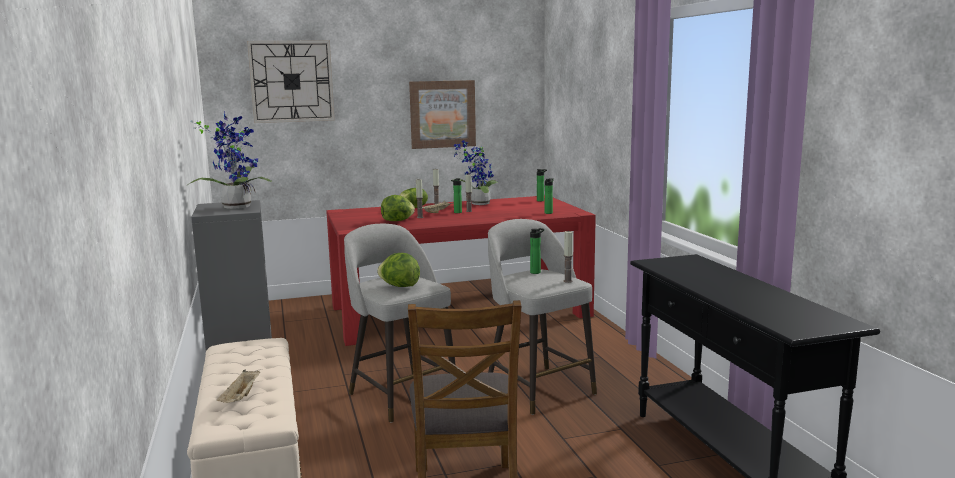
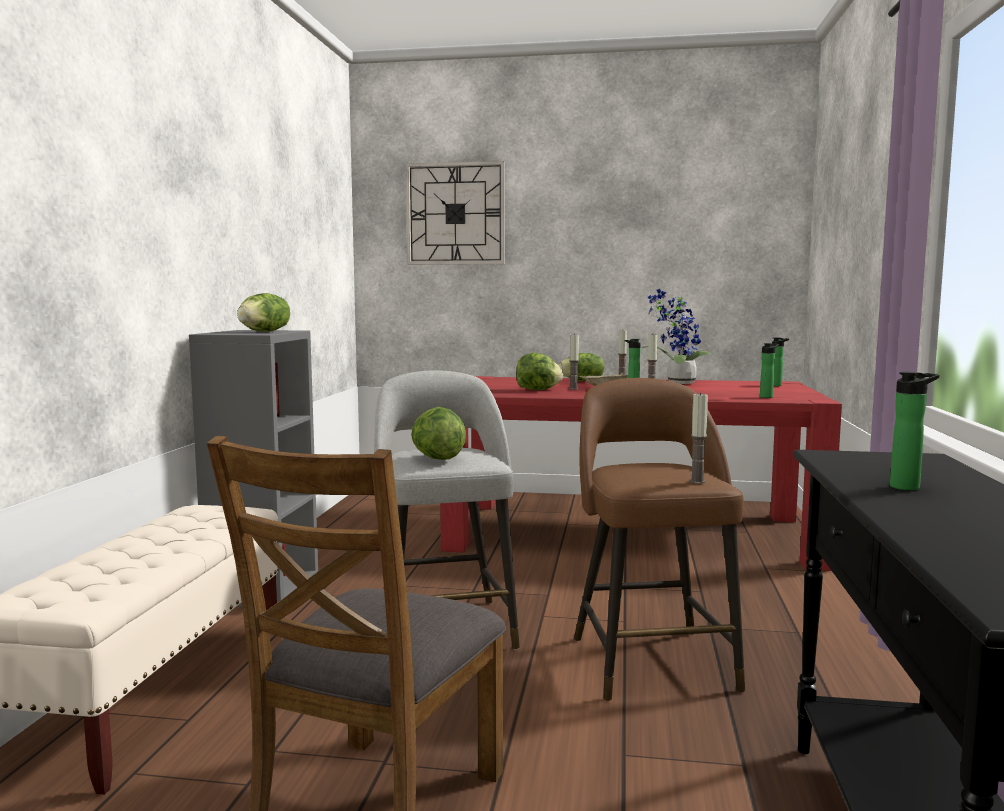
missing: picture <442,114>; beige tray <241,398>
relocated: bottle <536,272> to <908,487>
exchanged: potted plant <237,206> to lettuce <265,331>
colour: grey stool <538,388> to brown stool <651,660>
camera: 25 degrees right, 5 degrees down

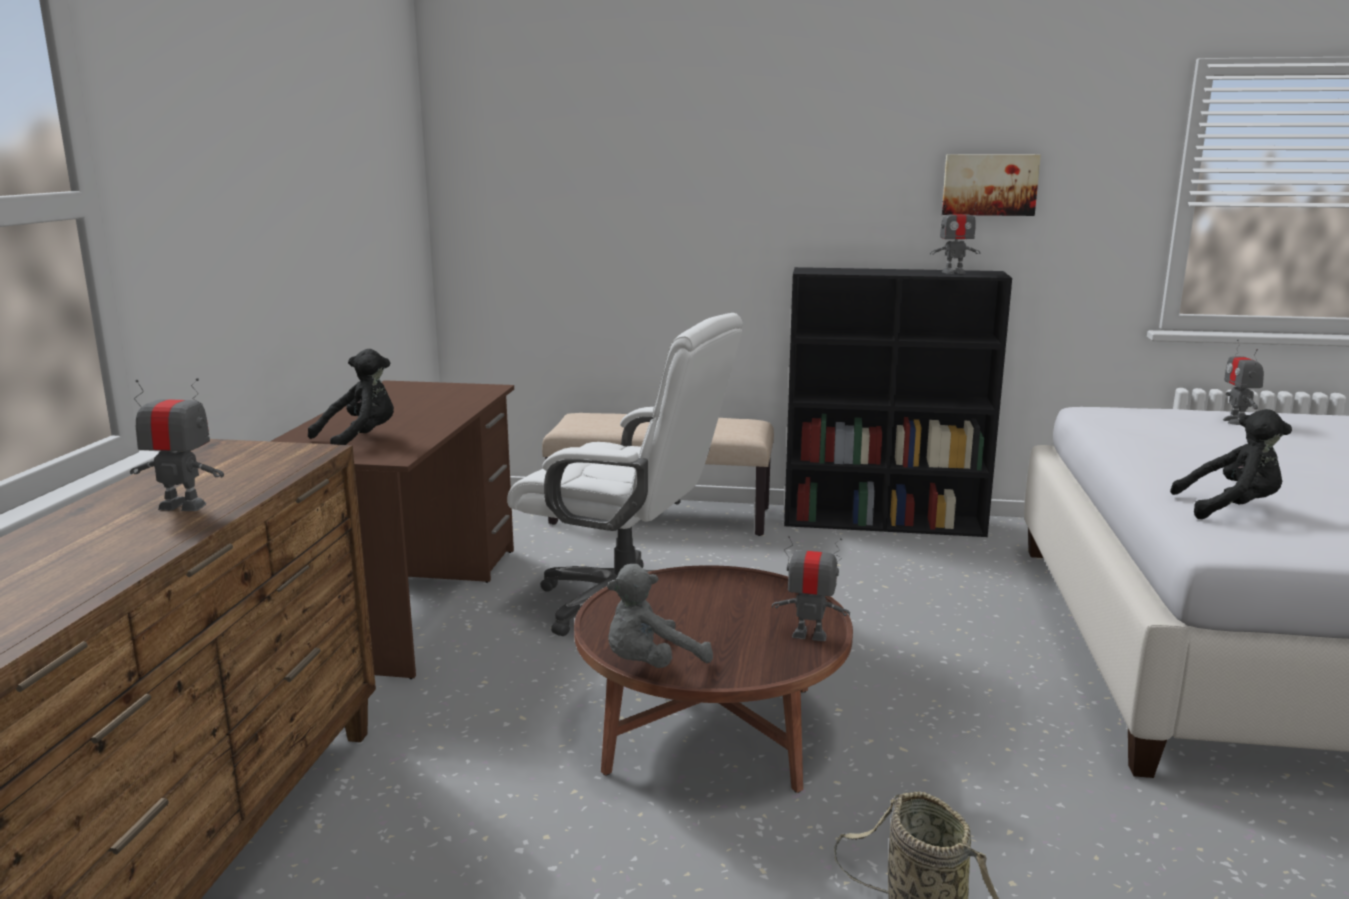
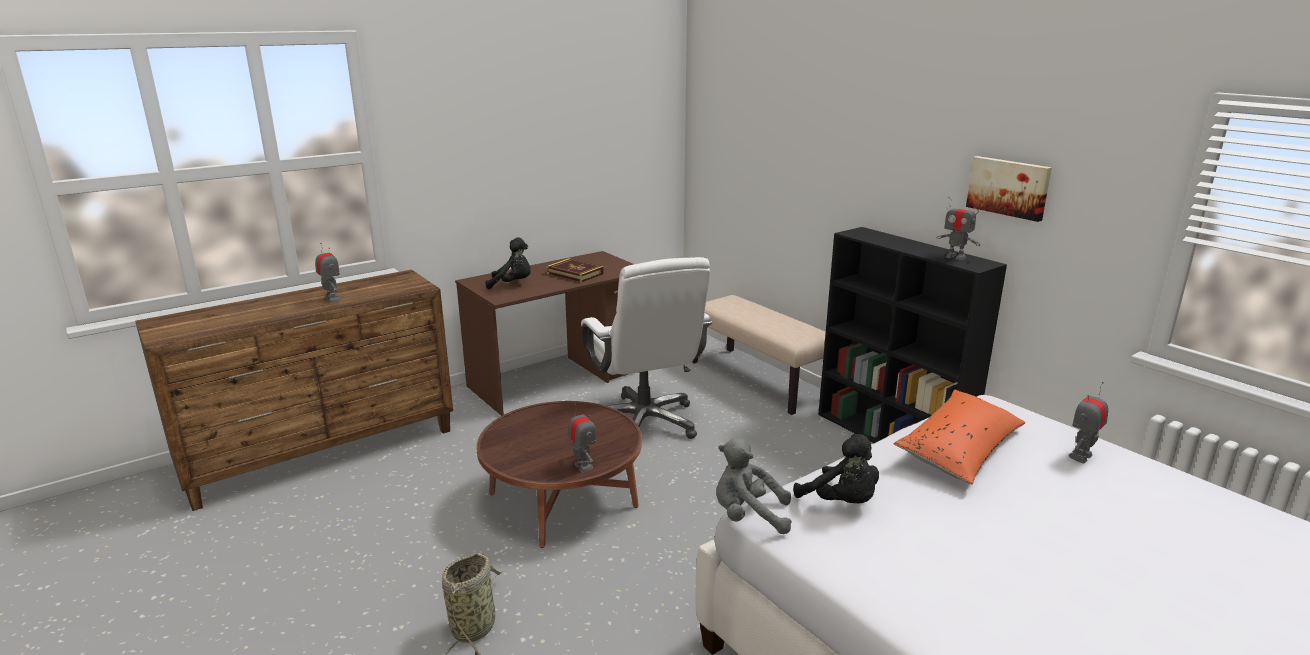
appeared: book <575,273>; orange pillow <959,449>
relocated: grey plush toy <651,665> to <748,516>
camera: 45 degrees right, 5 degrees up

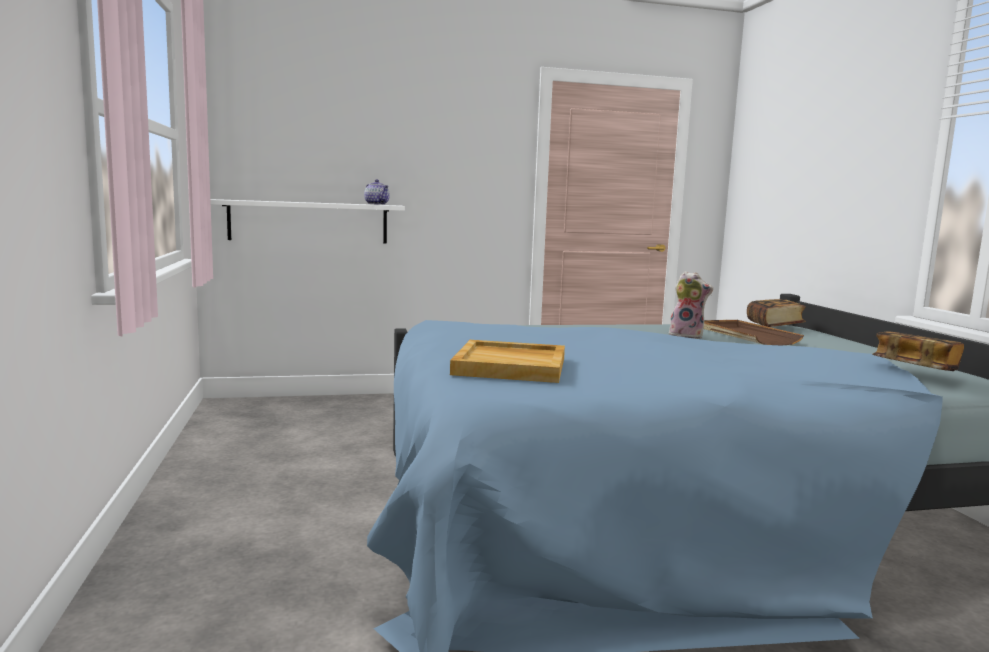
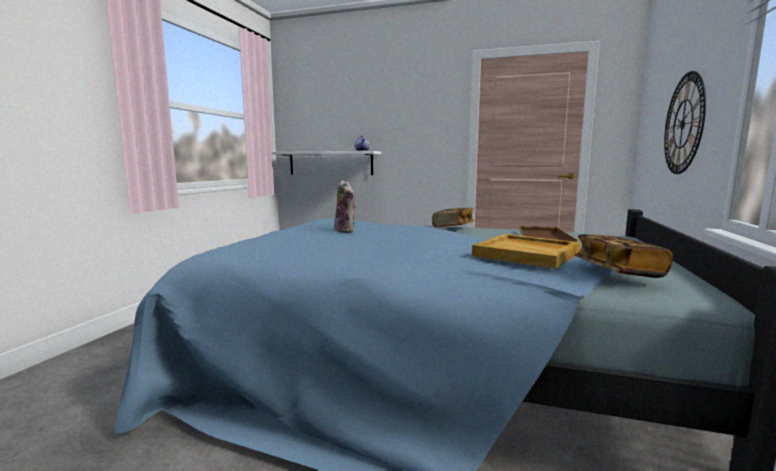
appeared: wall clock <683,124>
relocated: plush toy <687,336> to <346,230>; book <774,325> to <453,227>; beige tray <511,366> to <527,254>
camera: 30 degrees right, 0 degrees up

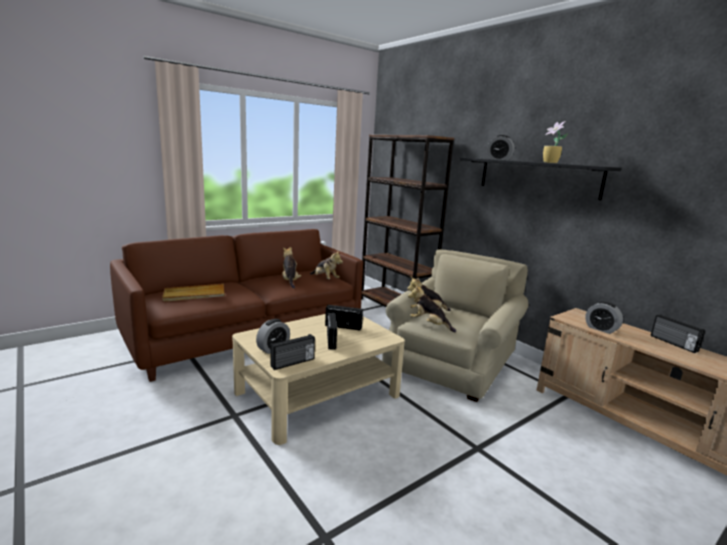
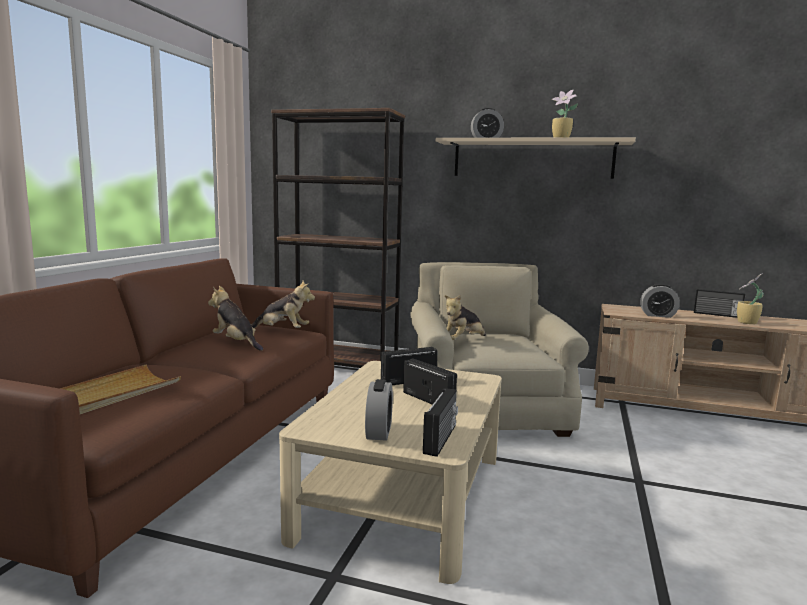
missing: plush toy <429,325>
appeared: potted plant <746,322>
colour: black shelf <537,177> to beige shelf <532,159>
camera: 35 degrees left, 5 degrees down

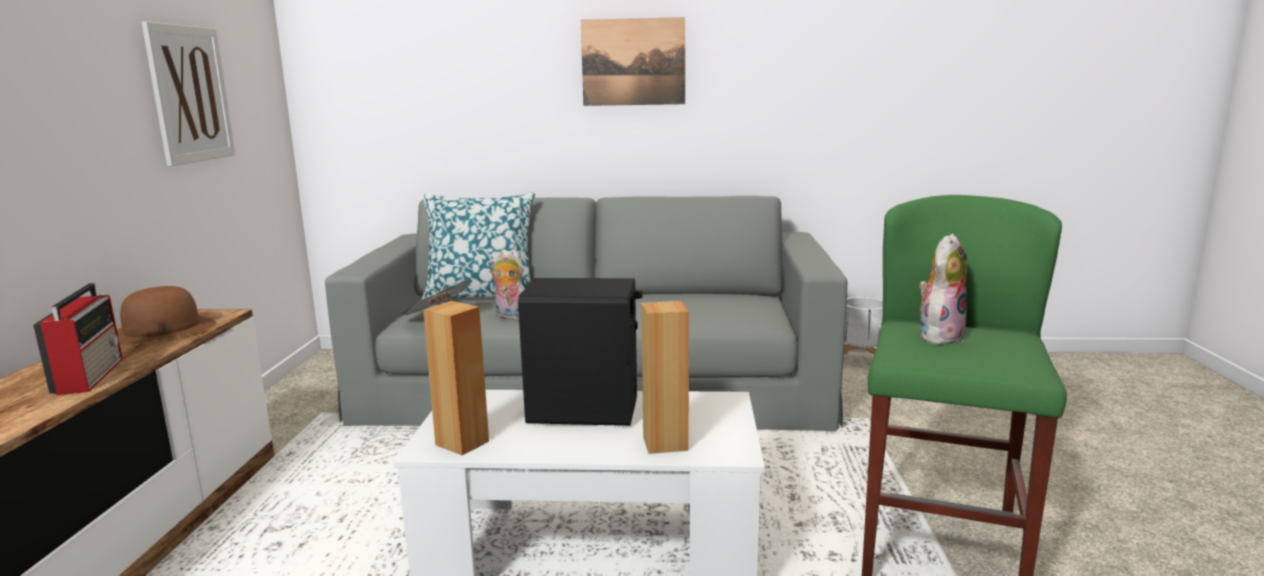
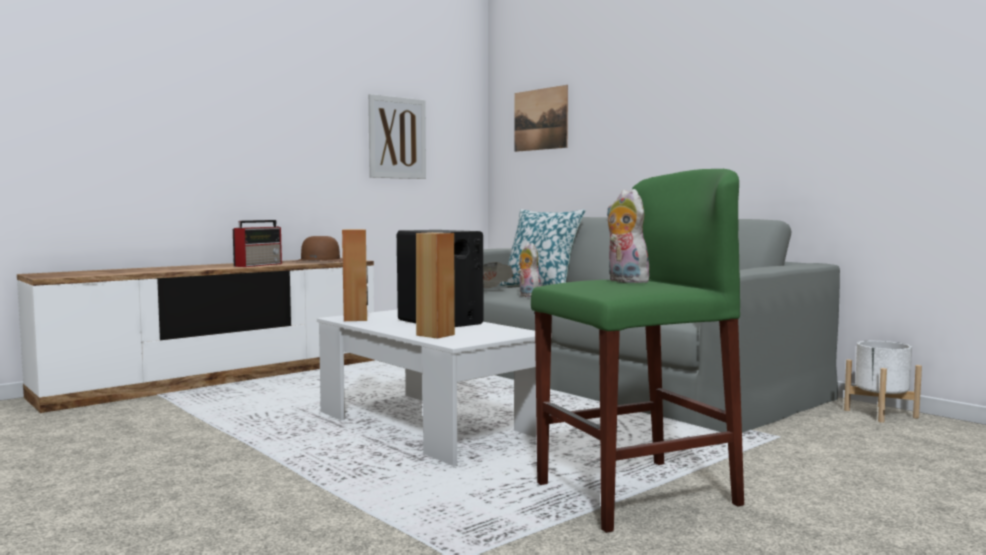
relocated: picture <633,62> to <540,119>
spun: plush toy <939,336> = <624,281> 120 degrees counterclockwise
camera: 45 degrees right, 10 degrees down

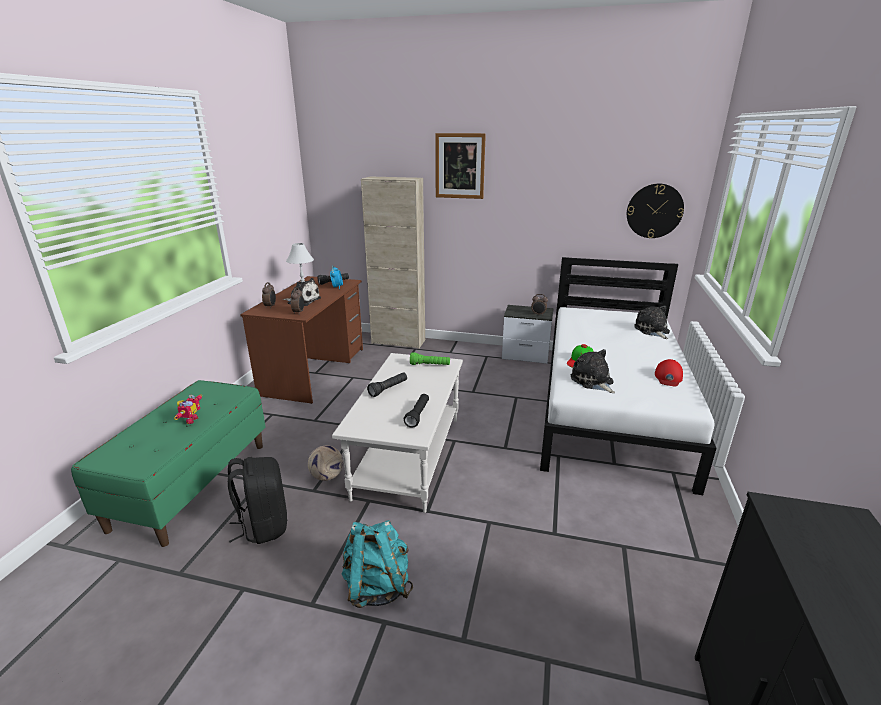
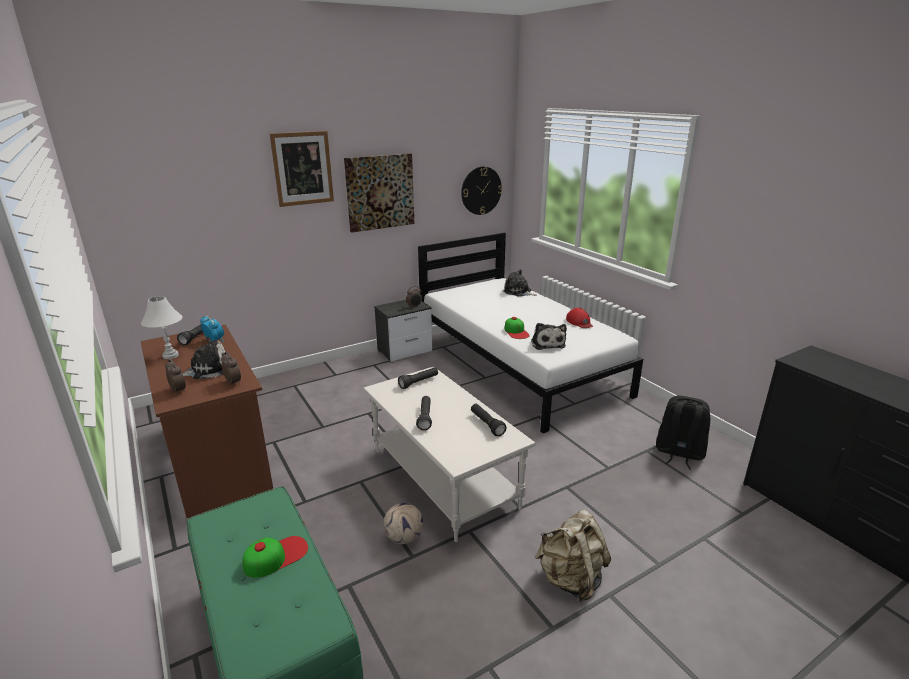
missing: beige cabinet <398,341>
appeared: picture <380,192>
relocated: black backpack <263,525> to <679,453>
exchanged: toy robot <189,420> to cap <276,556>
colour: green flashlight <430,365> to black flashlight <419,382>; turquoise backpack <377,586> to beige backpack <570,579>
spun: plush toy <593,381> = <547,343> 120 degrees counterclockwise
camera: 45 degrees left, 0 degrees up

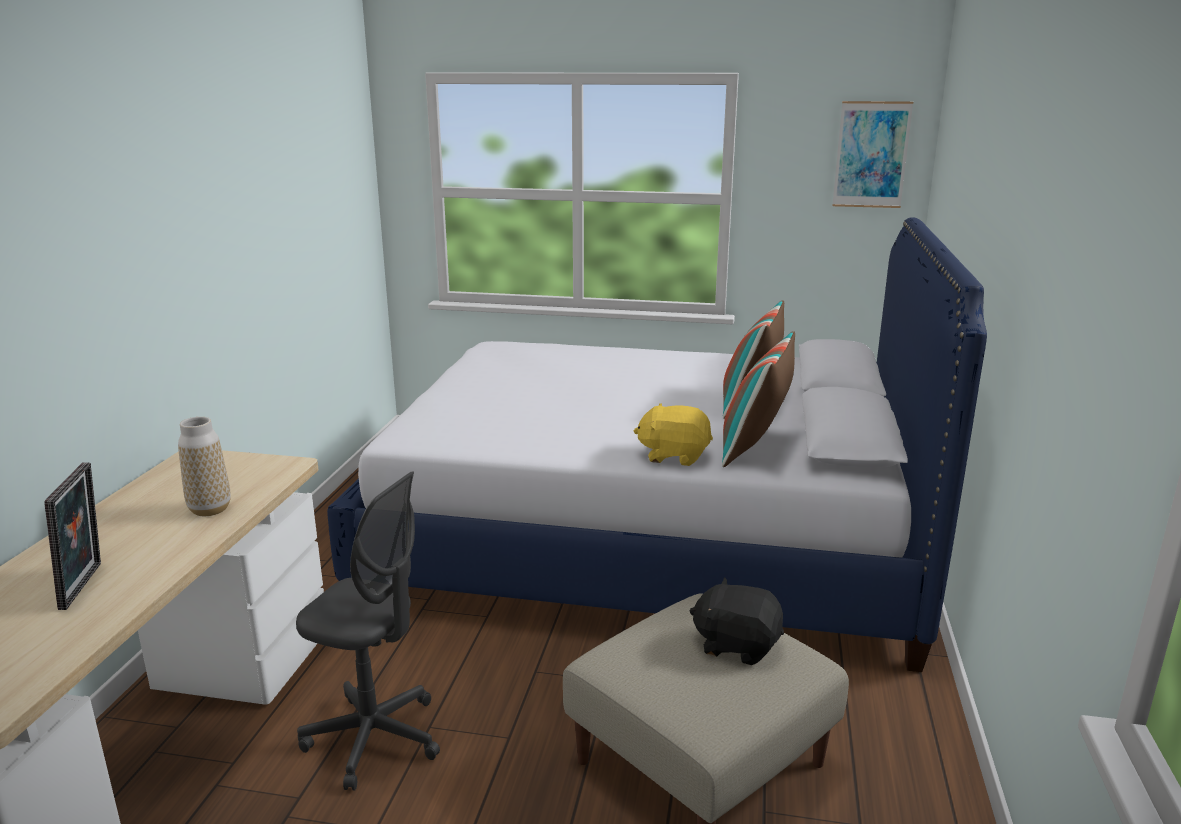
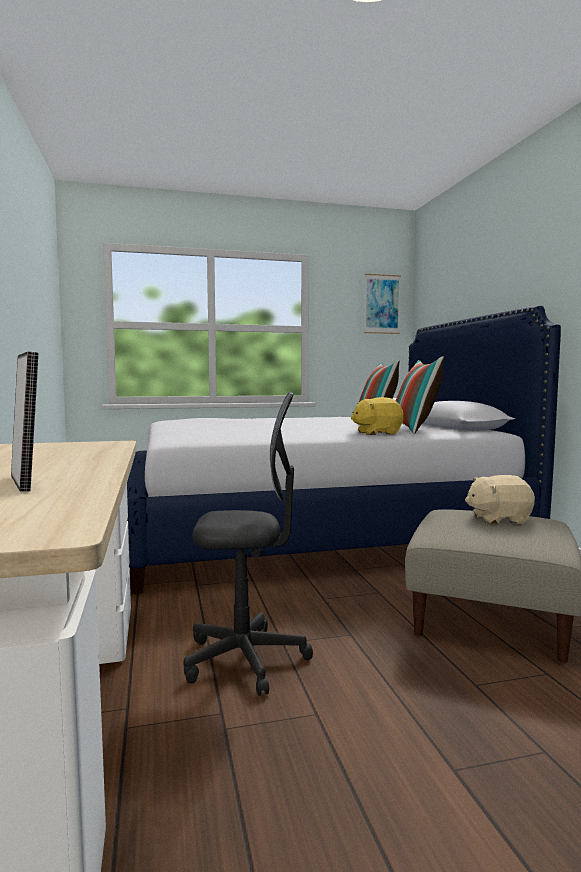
missing: vase <210,509>
colour: black plush toy <736,645> to beige plush toy <498,519>
camera: 25 degrees left, 15 degrees down

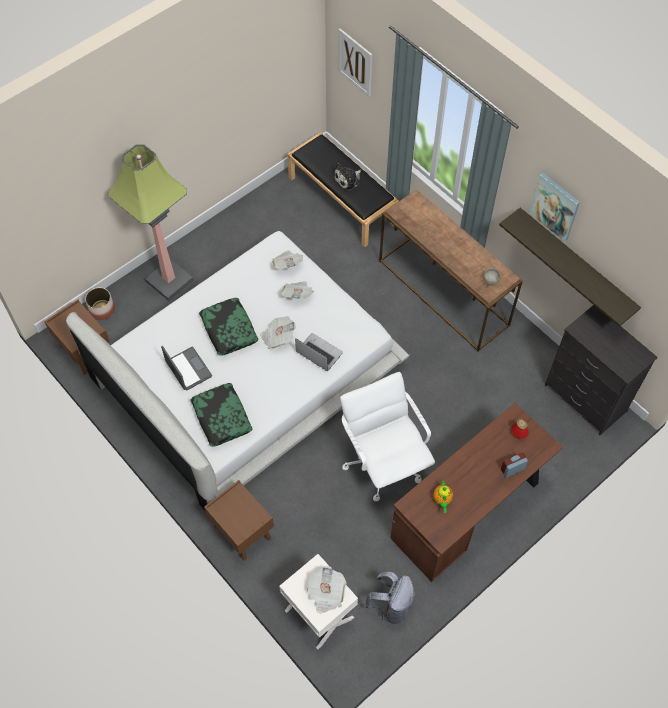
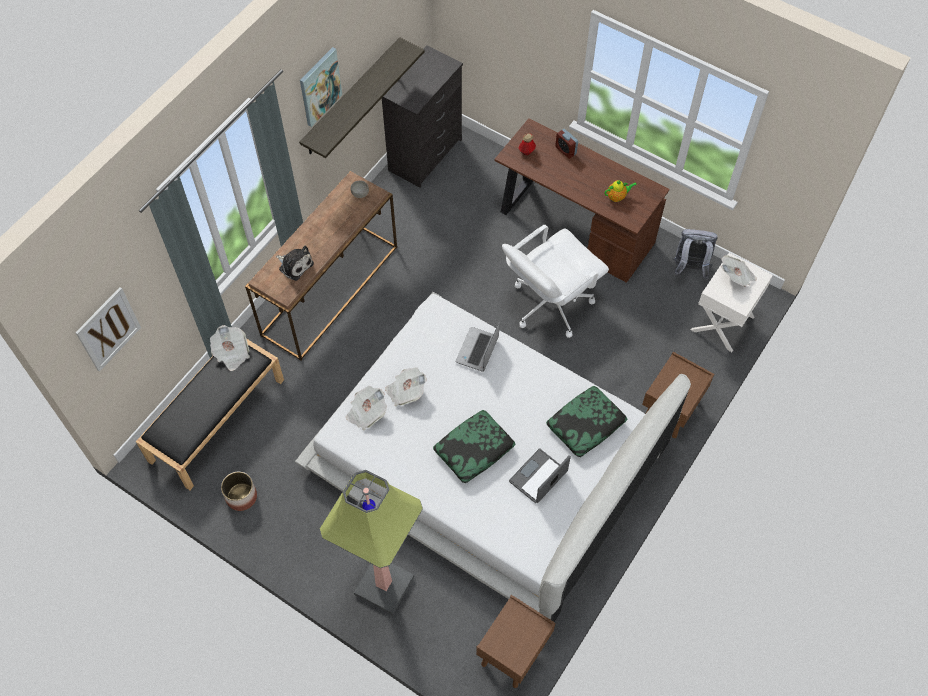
relocated: plush toy <348,180> to <295,265>; planter <102,310> to <241,496>; newspaper <278,337> to <231,353>
camera: 105 degrees left, 0 degrees up

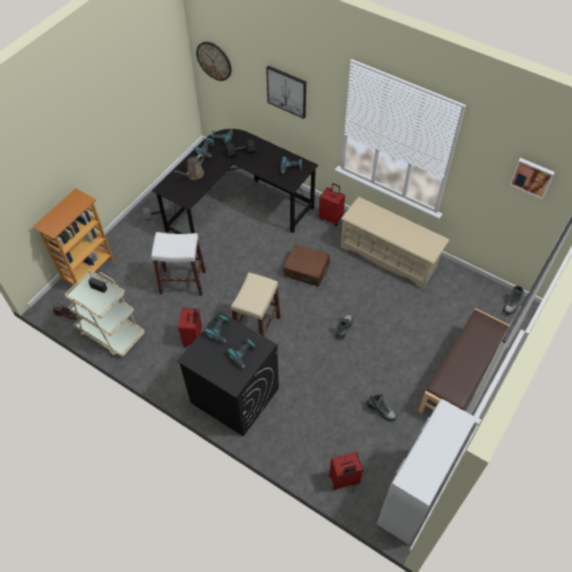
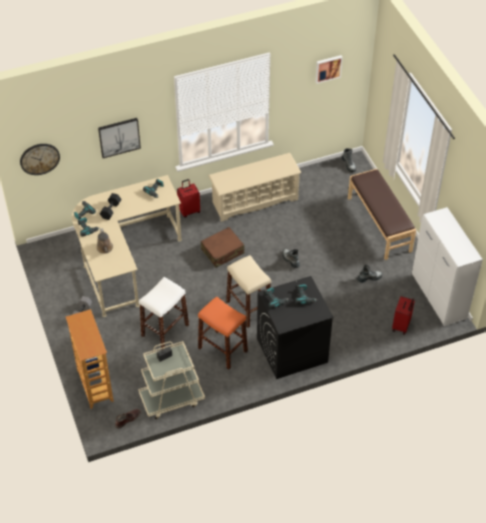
exchanged: red suitcase <193,338> to orange stool <222,349>
colour: black desk <237,207> to beige desk <123,259>
camera: 55 degrees left, 5 degrees down

